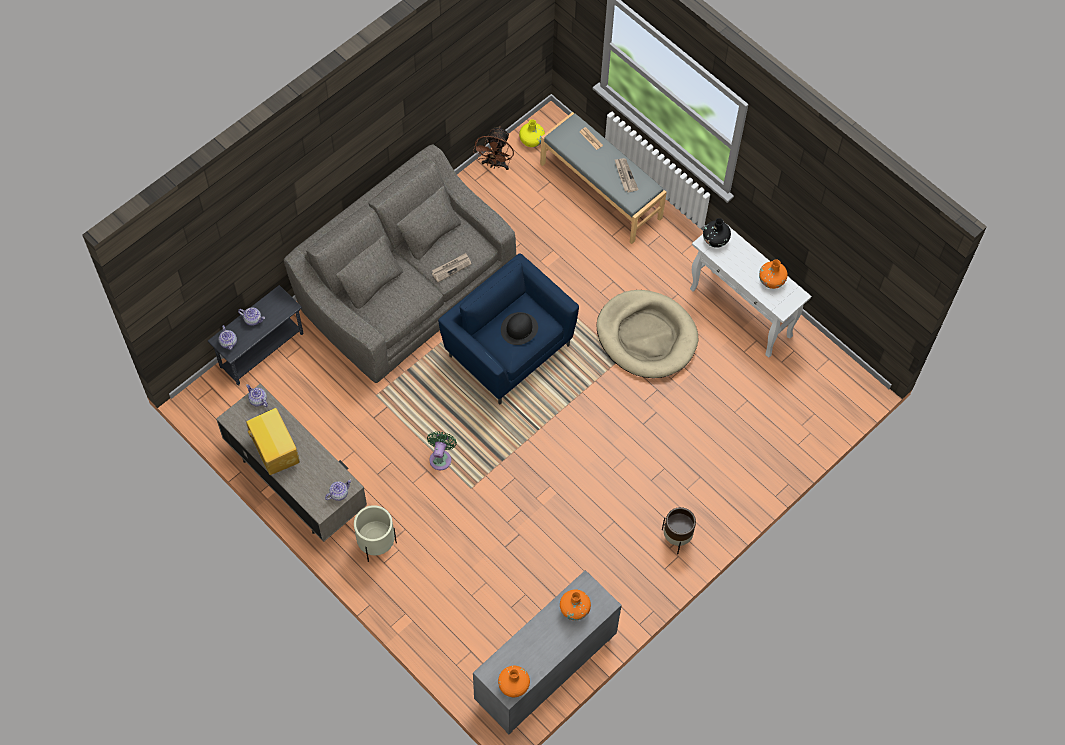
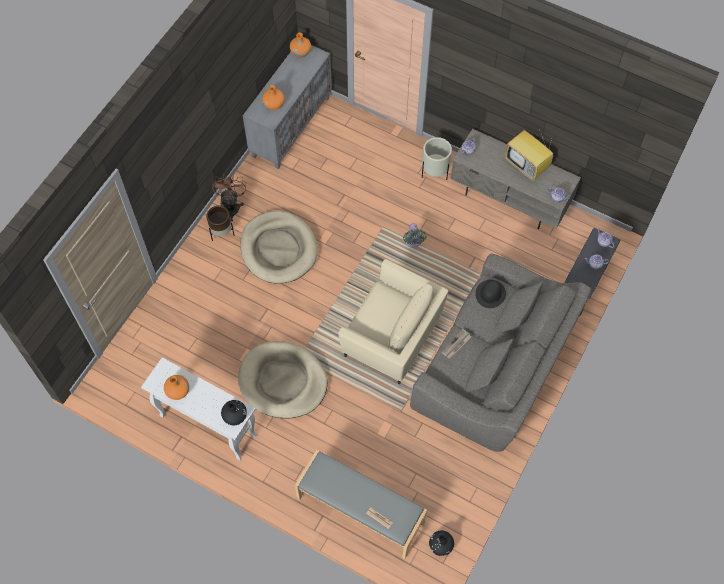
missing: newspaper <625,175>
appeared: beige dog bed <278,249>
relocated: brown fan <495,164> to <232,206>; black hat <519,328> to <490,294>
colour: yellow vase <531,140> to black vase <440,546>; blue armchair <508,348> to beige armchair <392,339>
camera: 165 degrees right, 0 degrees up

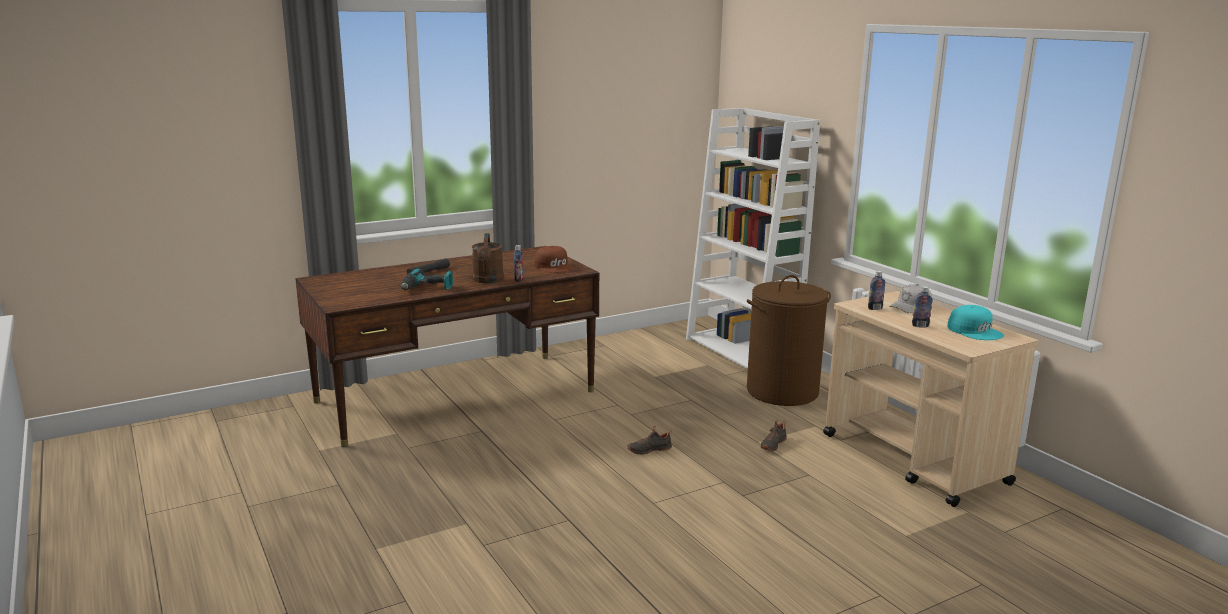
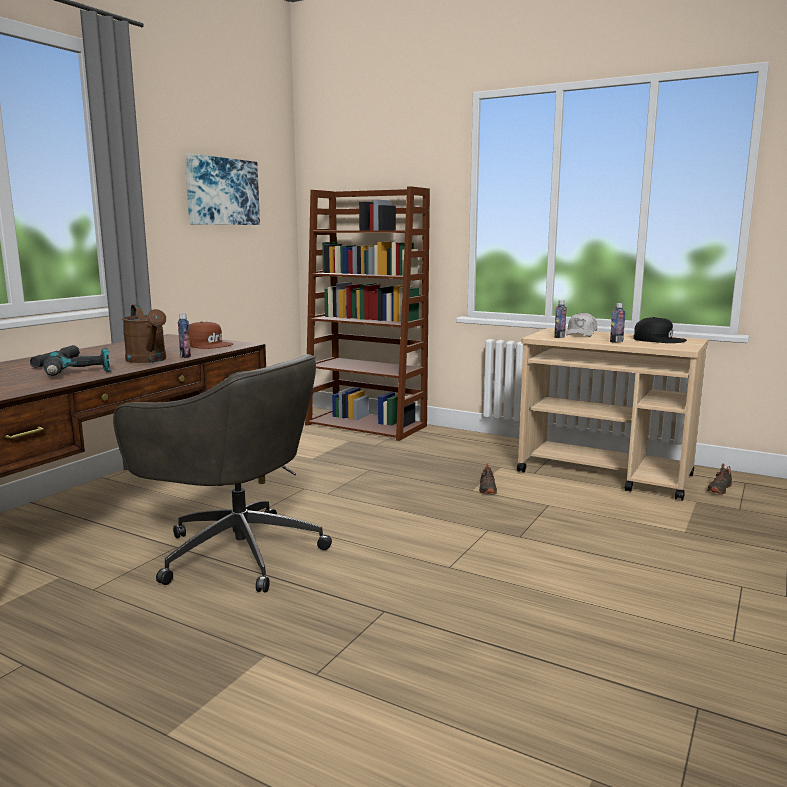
missing: brown laundry basket <782,391>
appeared: picture <222,191>; grey office chair <236,552>
relocated: black shoe <649,449> to <718,489>
colour: white bookcase <742,351> to brown bookcase <367,425>; turquoise cap <975,331> to black cap <658,339>
camera: 30 degrees left, 5 degrees down

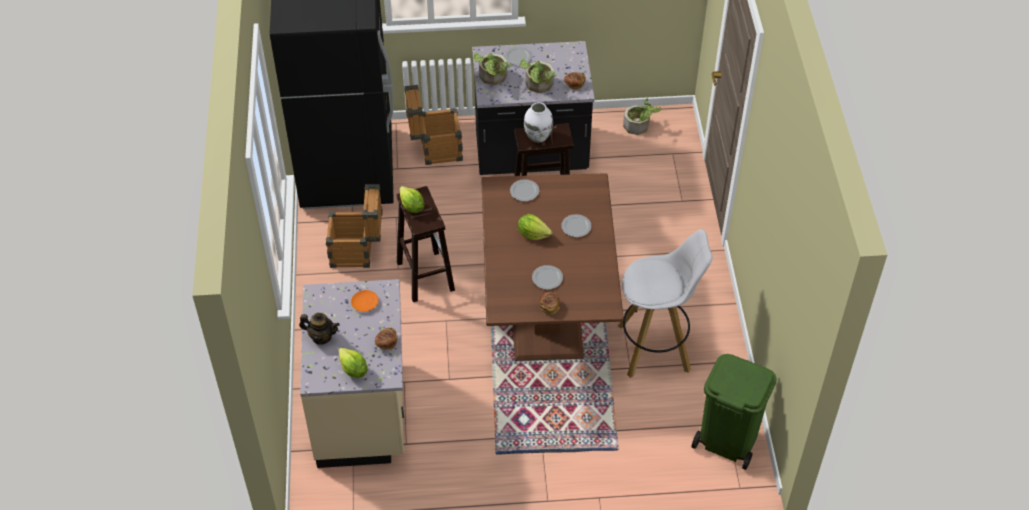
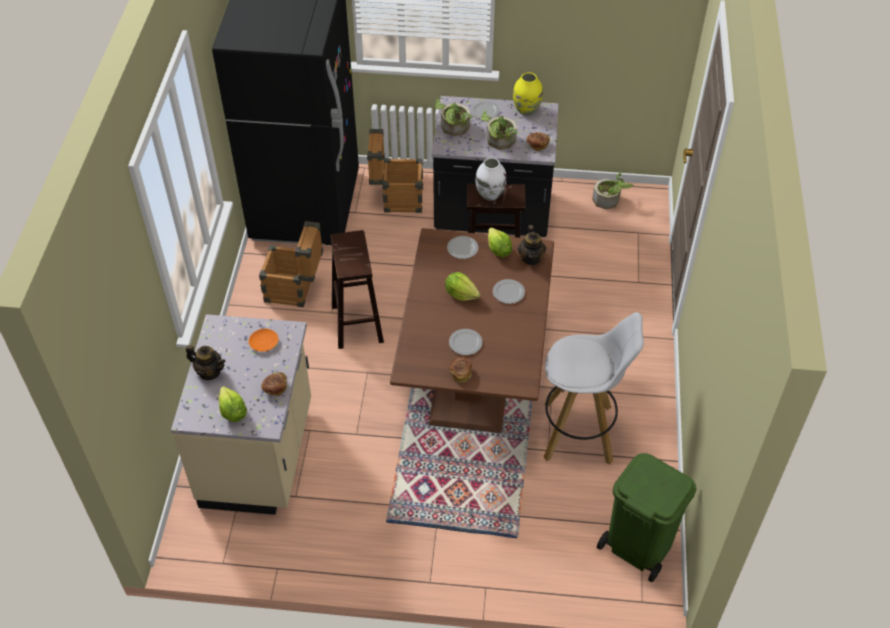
appeared: yellow vase <526,110>; teapot <531,258>
relocated: lettuce <411,207> to <498,250>
camera: 10 degrees right, 0 degrees up

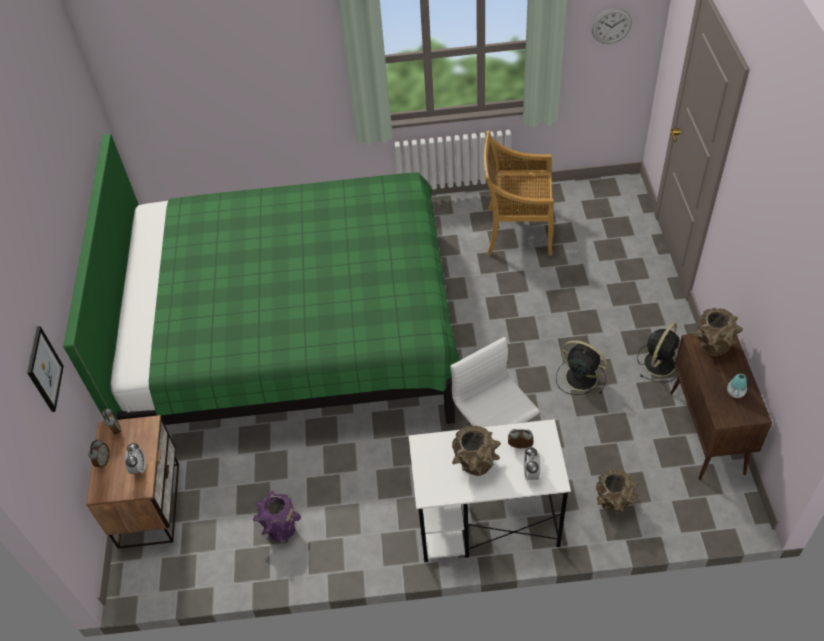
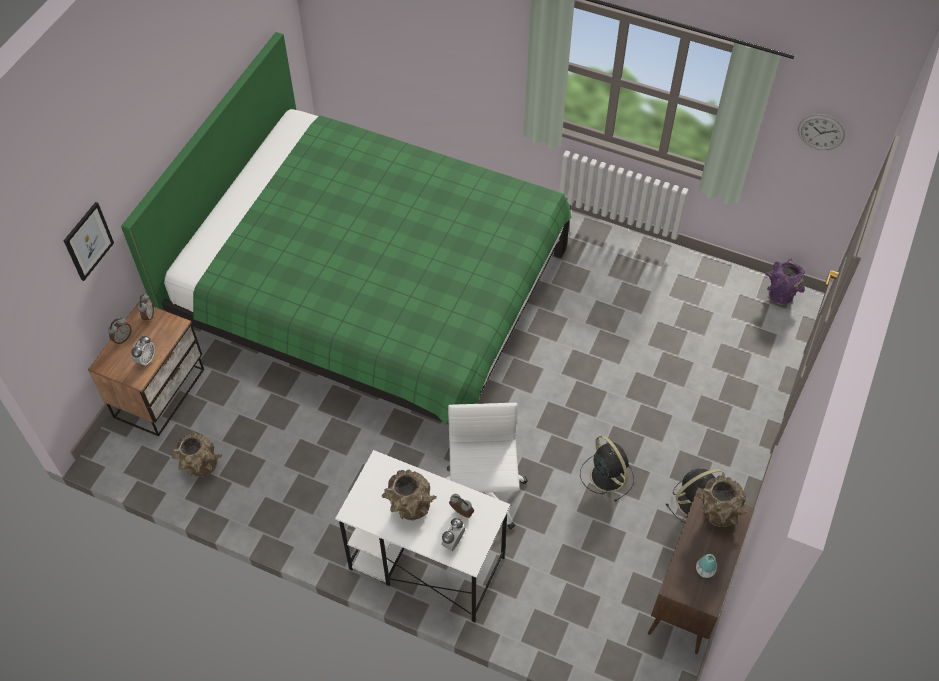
missing: beige chair <517,231>
relocated: brown vase <613,504> to <200,468>; purple vase <280,528> to <779,294>
camera: 25 degrees right, 5 degrees up

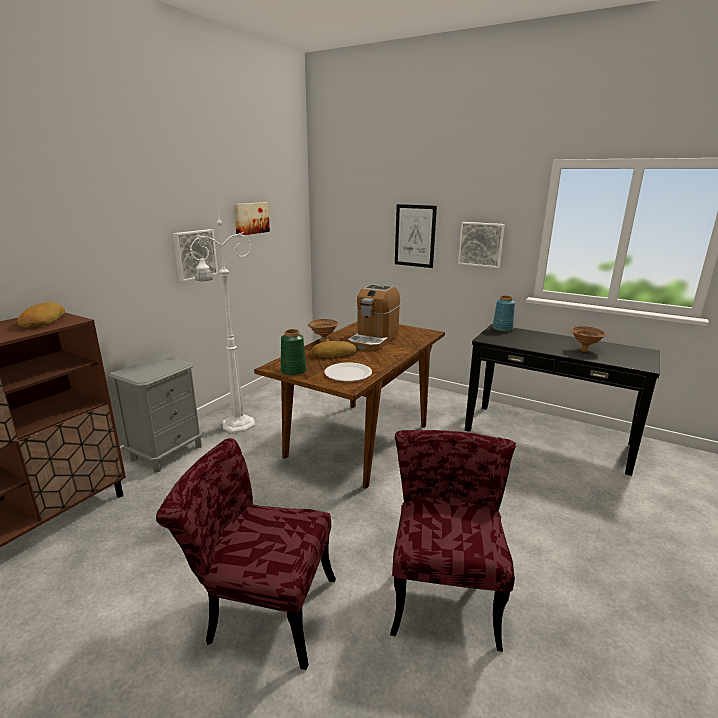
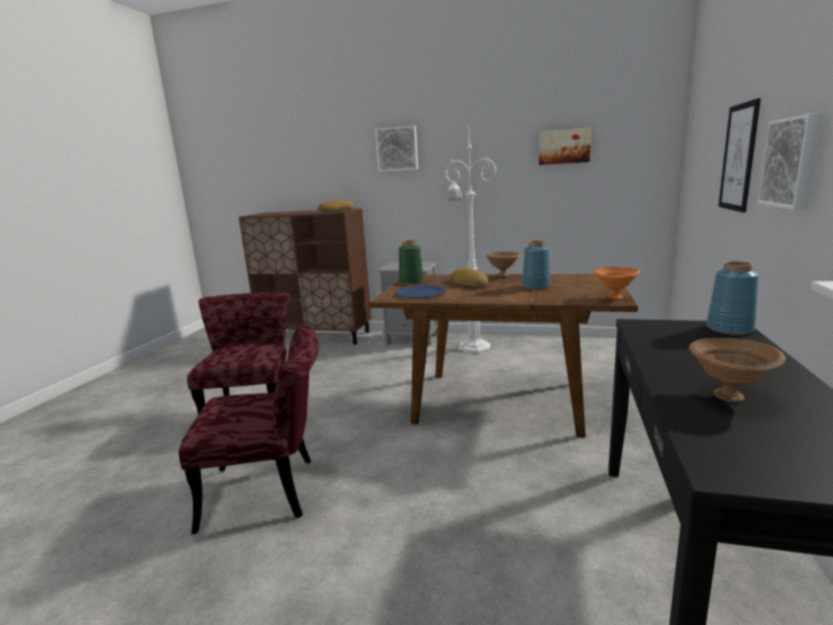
appeared: orange bowl <615,298>
relocated: picture <194,254> to <397,149>
exchanged: coffee machine <373,340> to blue vase <536,287>
colour: white plate <348,373> to blue plate <420,293>
camera: 75 degrees right, 5 degrees down

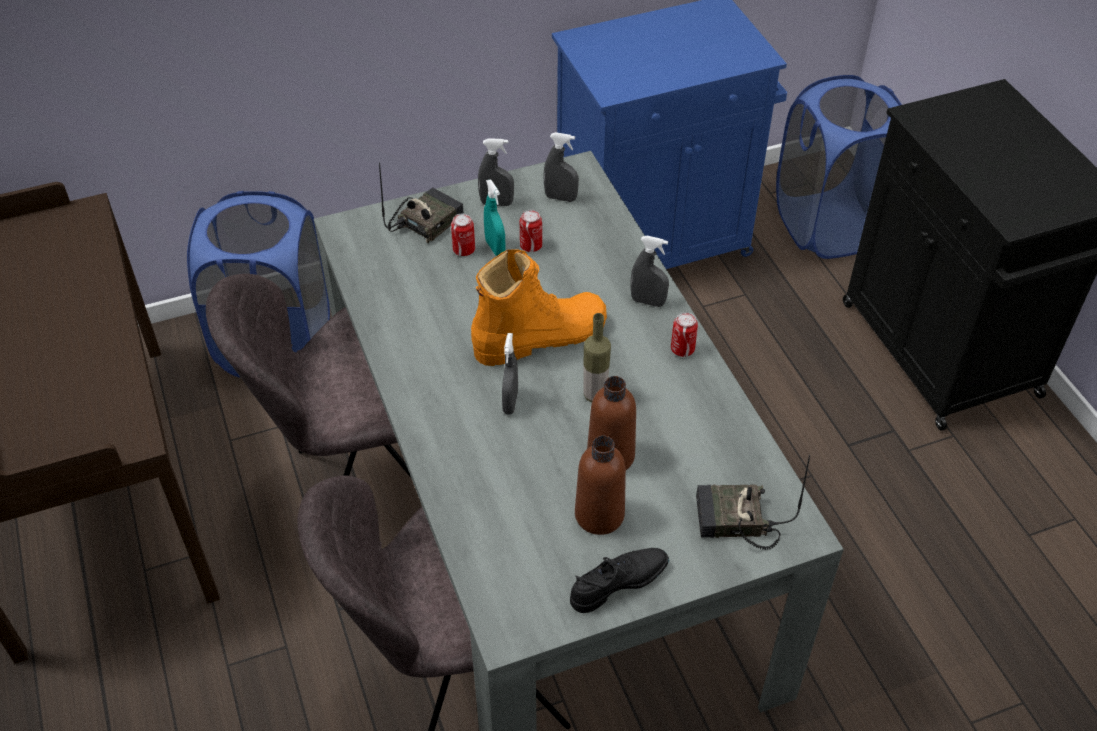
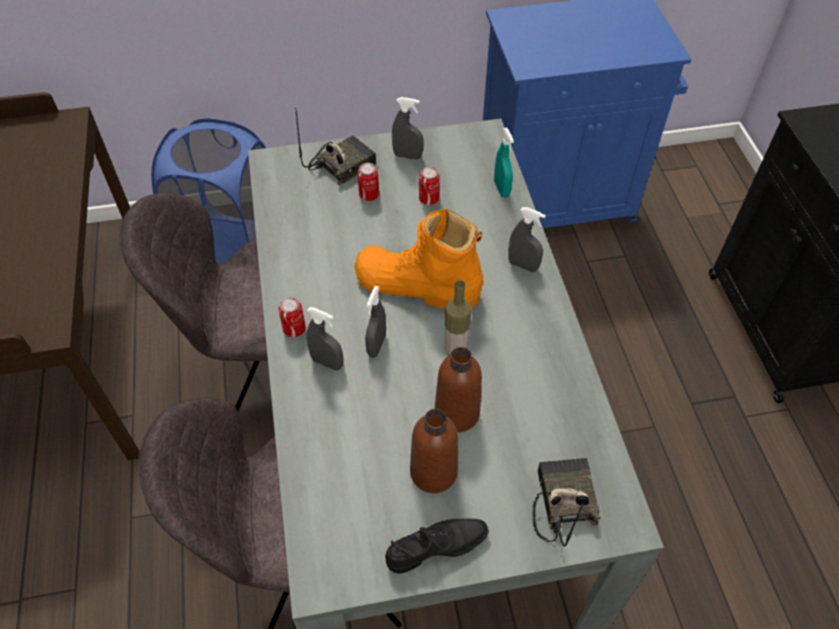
missing: blue laundry basket <827,226>
relocated: grey spray bottle <560,198> to <327,362>; turquoise spray bottle <495,247> to <501,189>; can <682,349> to <294,329>
spun: orange boot <539,337> = <417,286> 150 degrees counterclockwise; radio <734,522> = <561,501> 75 degrees clockwise
camera: 10 degrees right, 5 degrees up

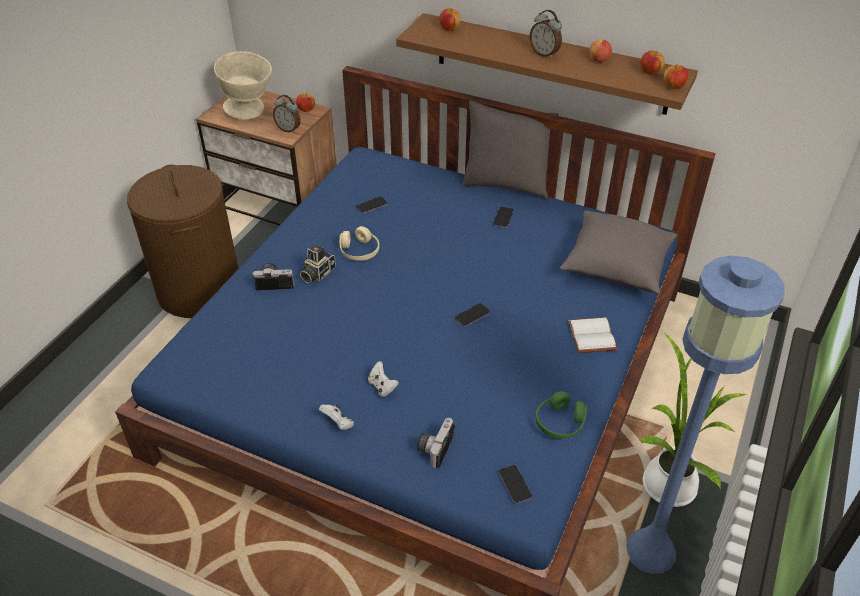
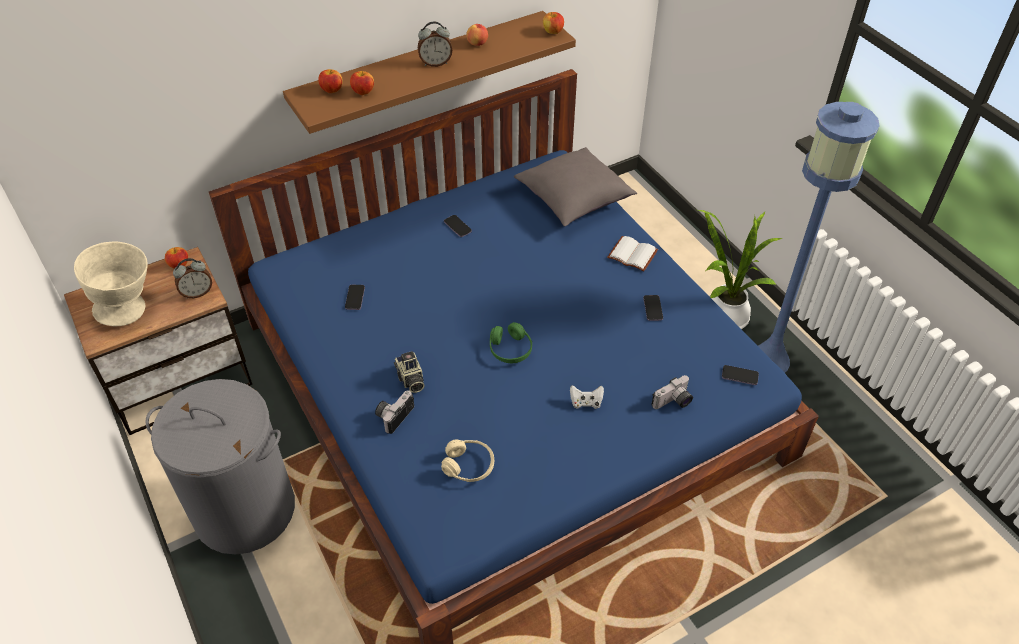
missing: grey pillow <505,184>; white game controller <338,423>
relocated: apple <650,72> to <363,92>; beige headphones <359,251> to <468,465>; phone <472,316> to <653,308>; green headphones <560,422> to <510,349>
colour: brown laundry basket <200,290> to grey laundry basket <245,509>
spun: photo camera <435,447> = <673,402> 90 degrees counterclockwise
camera: 55 degrees left, 5 degrees up

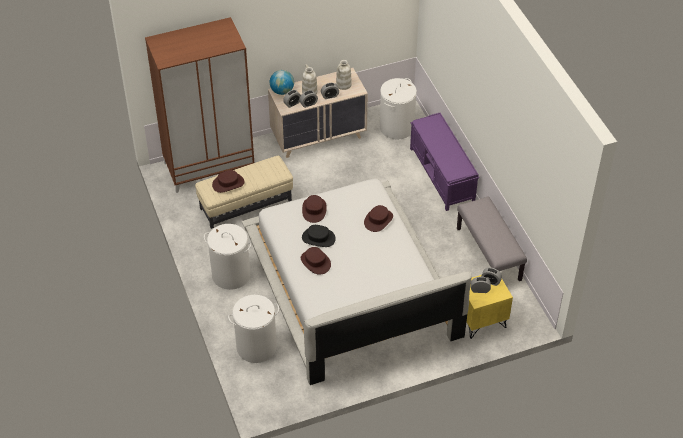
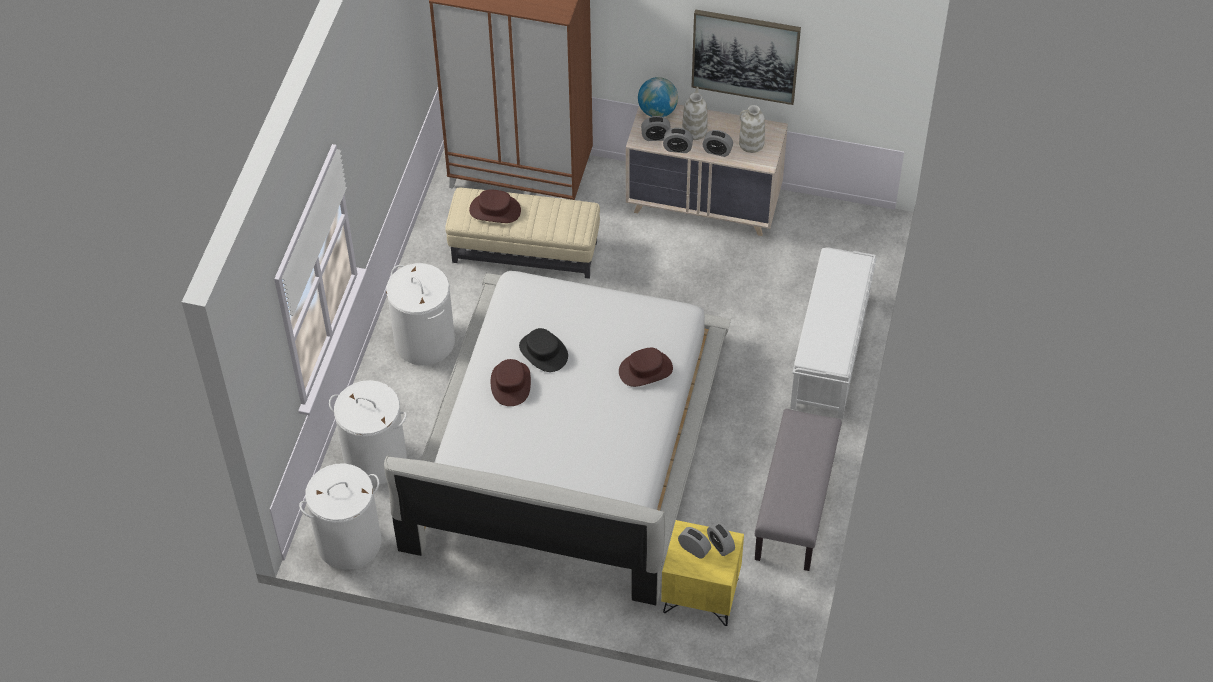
missing: brown hat <314,210>
appeared: picture <745,56>
relocated: white laundry basket <396,127> to <349,542>
colour: purple bench <442,175> to white bench <830,353>
camera: 35 degrees right, 5 degrees up

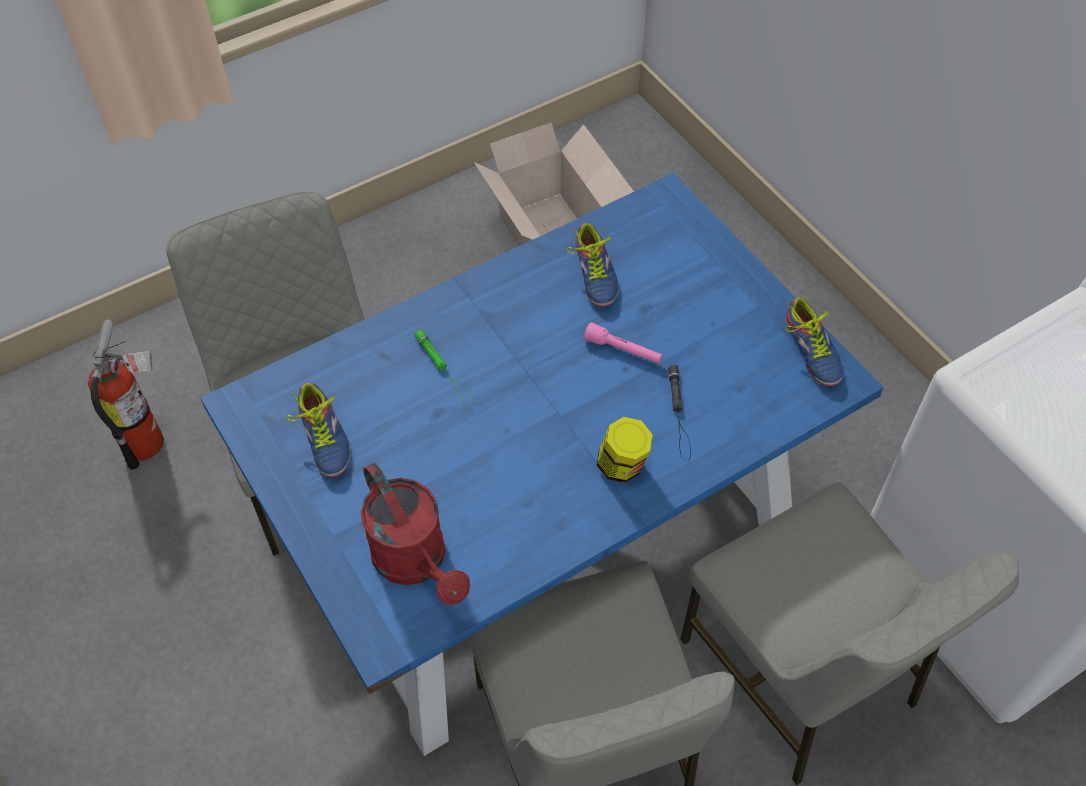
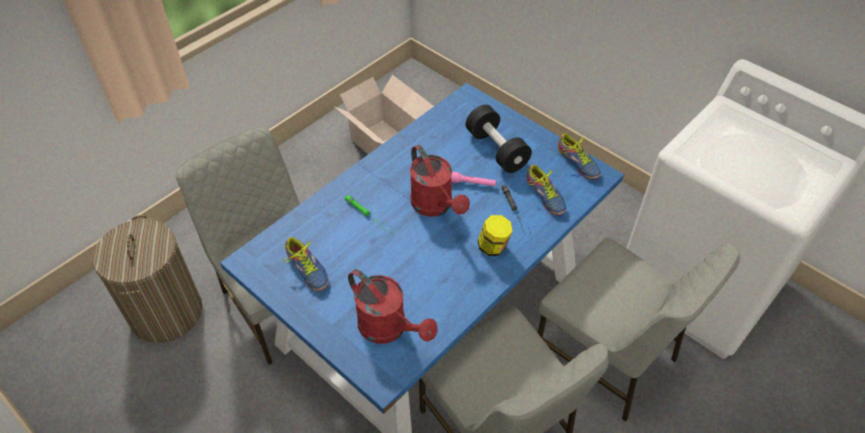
appeared: black dumbbell <496,150>; red watering can <436,206>
relocated: shoe <592,275> to <544,196>
exchanged: fire extinguisher <148,439> to laundry basket <166,312>
camera: 15 degrees left, 5 degrees down

